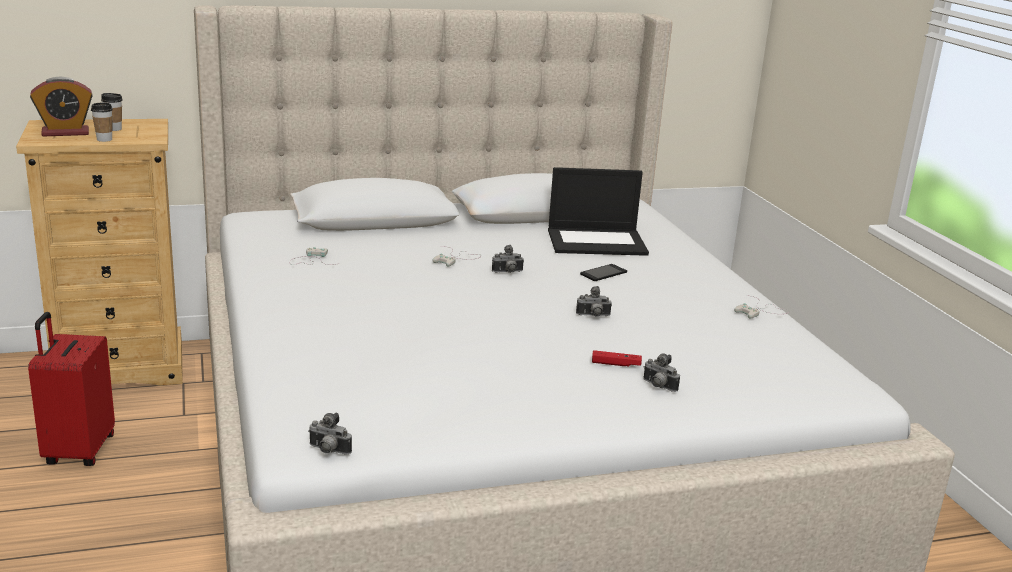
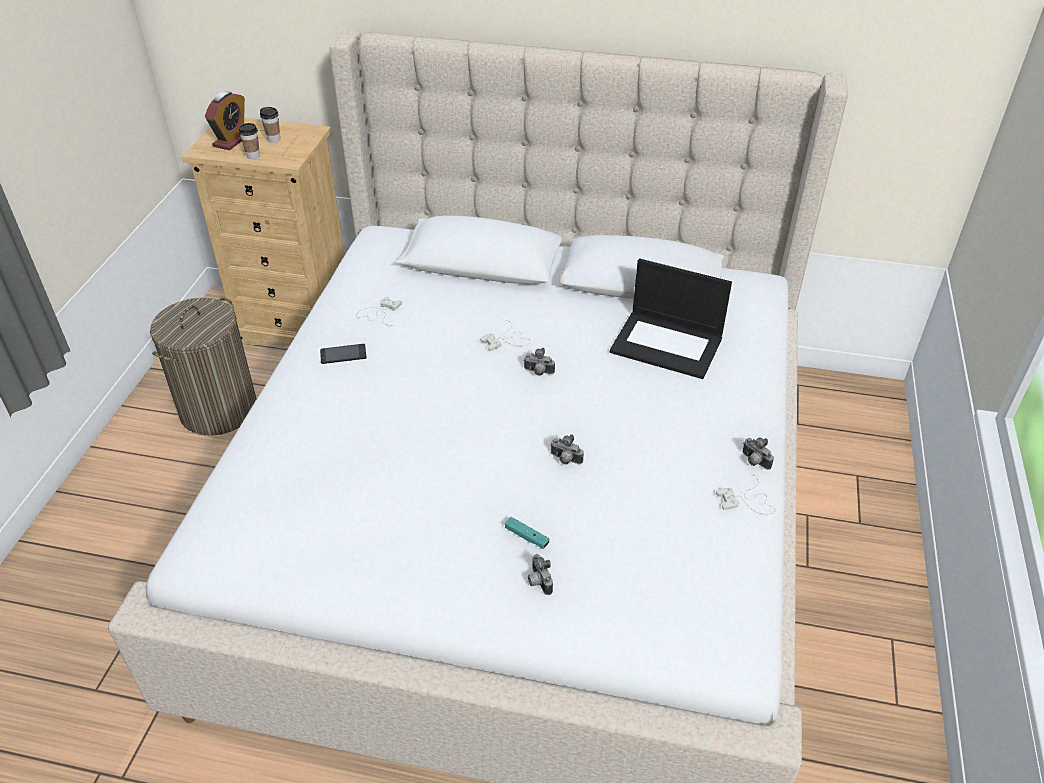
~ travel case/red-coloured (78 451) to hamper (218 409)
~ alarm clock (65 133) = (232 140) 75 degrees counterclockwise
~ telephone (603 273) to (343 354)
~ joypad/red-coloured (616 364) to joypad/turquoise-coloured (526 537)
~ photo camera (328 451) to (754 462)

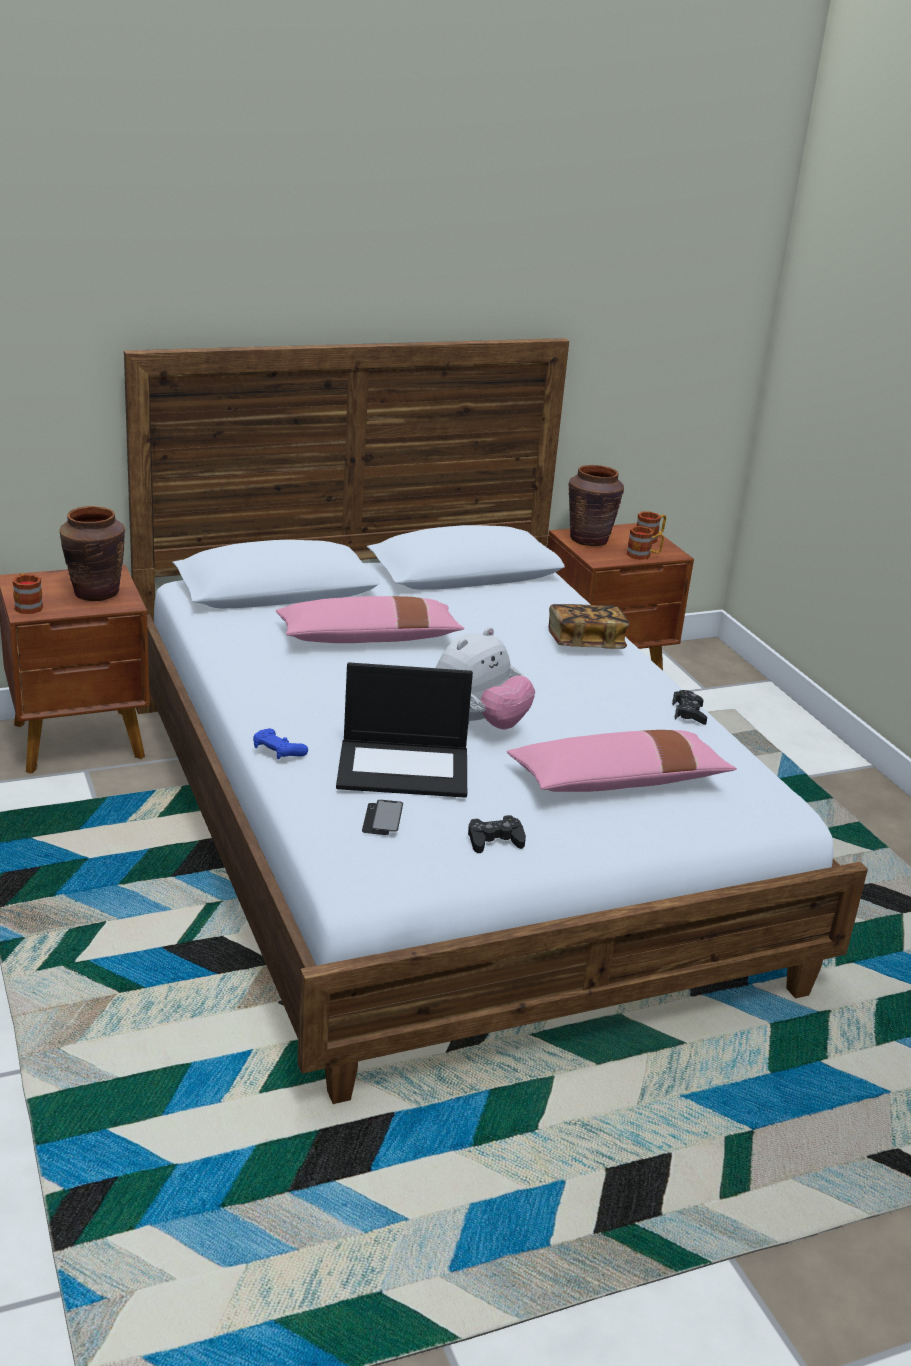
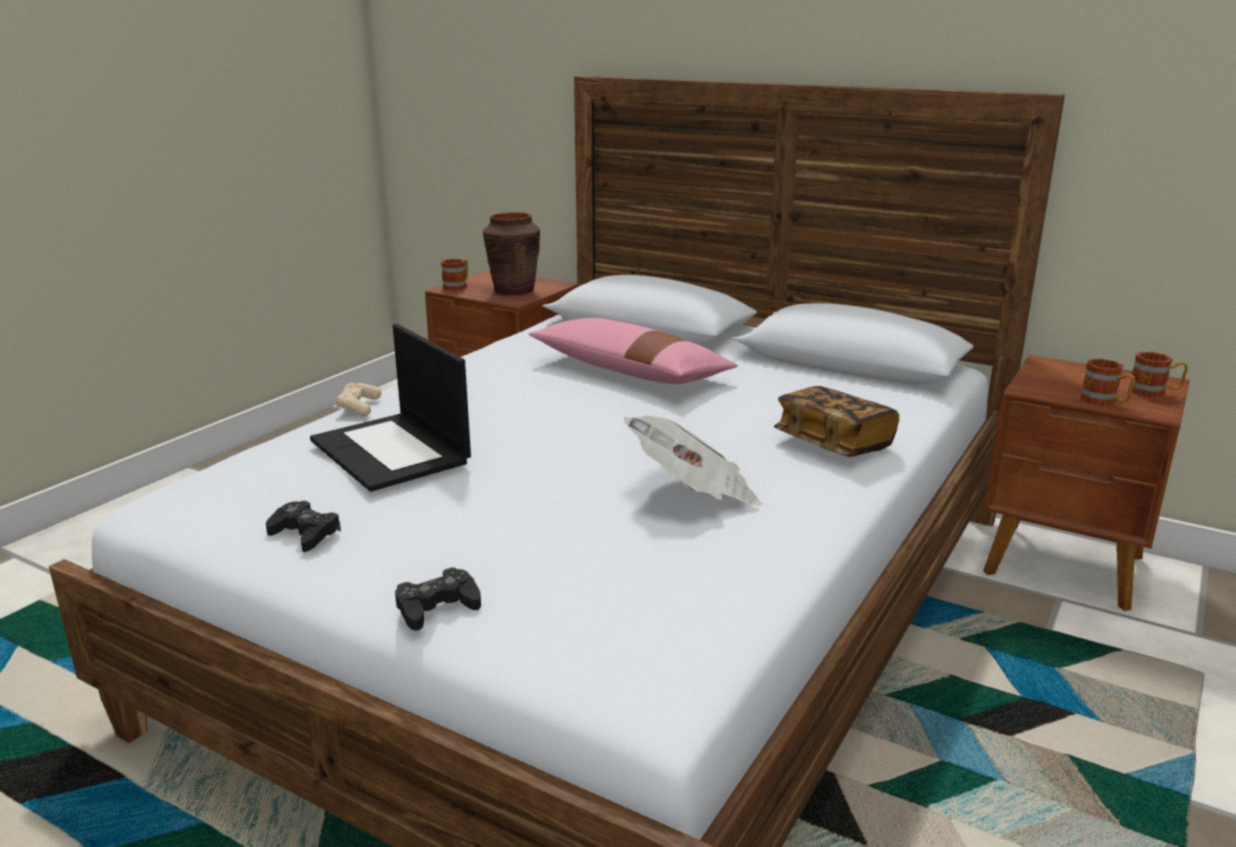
~ joypad/blue (278 751) to joypad/beige-coloured (359 407)
~ joypad/black-coloured (688 713) to (437 607)
+ printed paper (694 493)
- telephone (382 819)
- cuddly toy (478 724)
- pillow/pink (618 781)
- flower vase/brown (589 540)

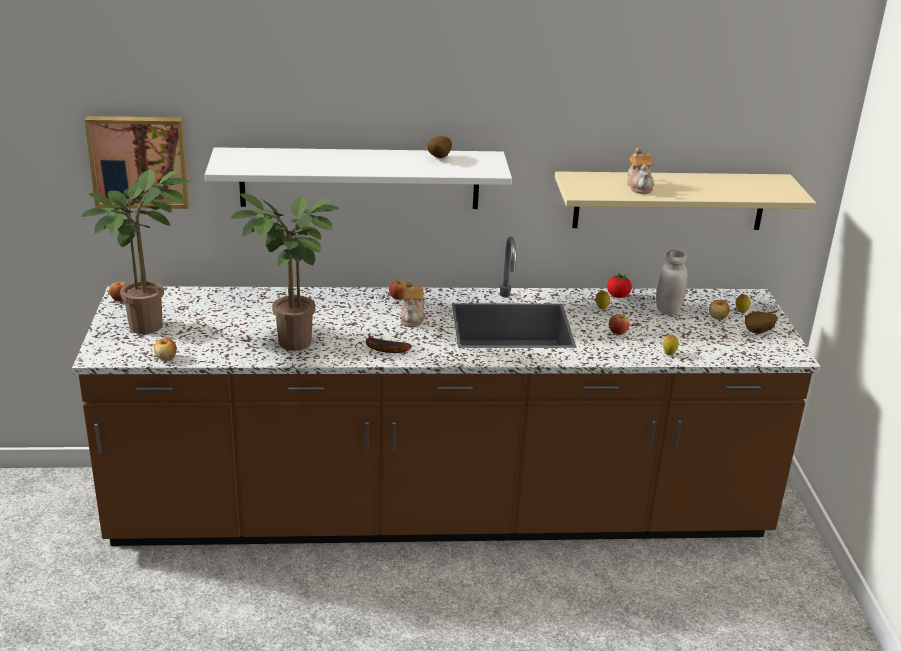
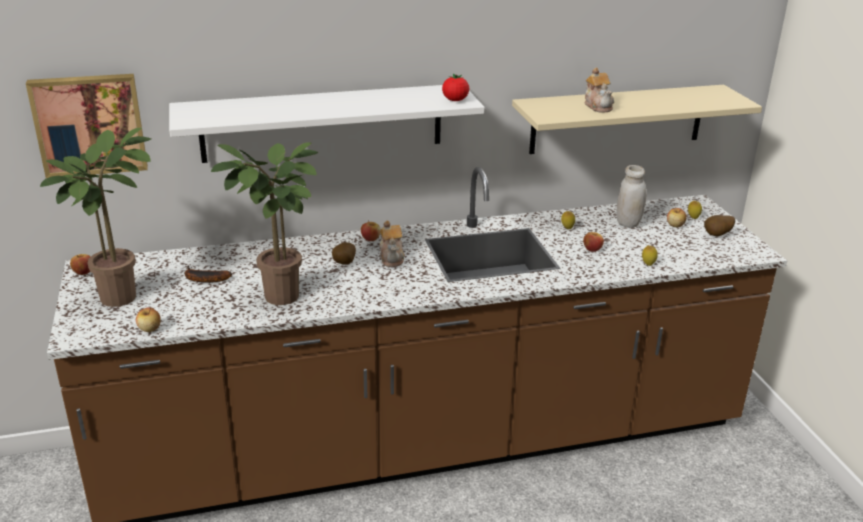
~ banana fruit (383 348) to (203 279)
~ spud (437 158) to (343 264)
~ tomato (618 296) to (455 100)

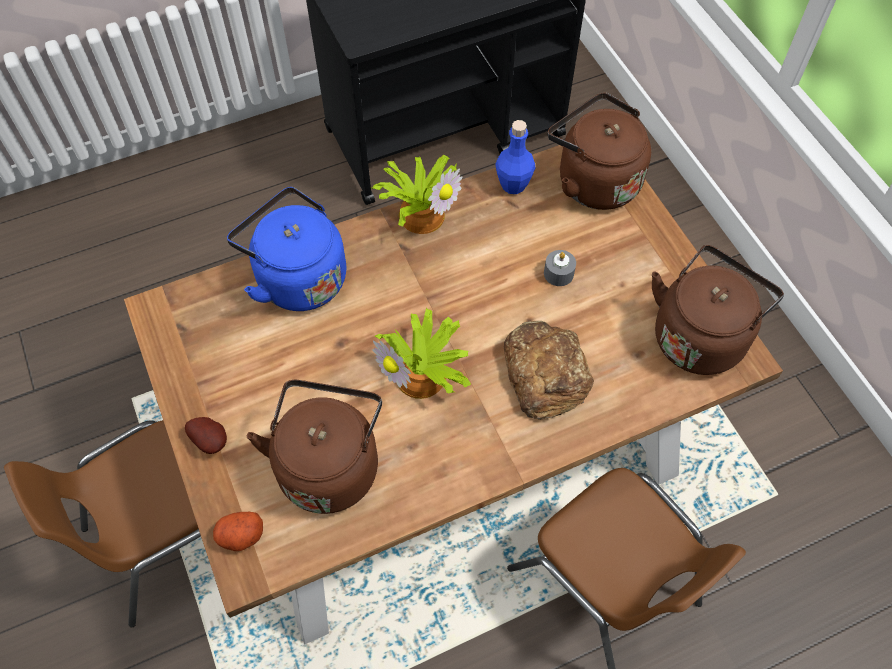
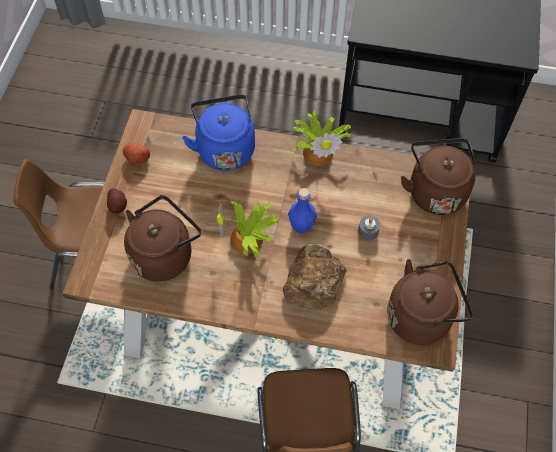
~ spud (240 536) to (136 158)
~ bottle/blue (513 185) to (301 225)

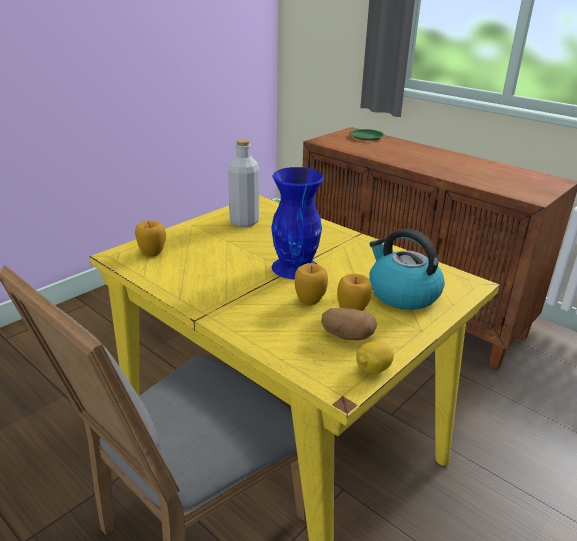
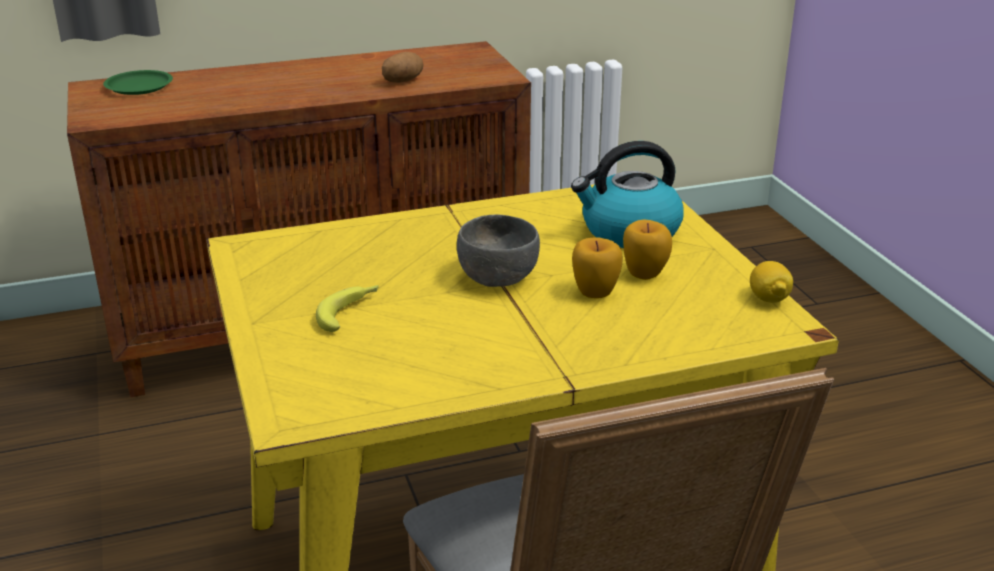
+ banana fruit (350 312)
~ spud (347 336) to (402 81)
~ flower vase/blue (296 267) to deep dish/gray (498 276)
- apple (152 253)
- bottle/gray (244 222)

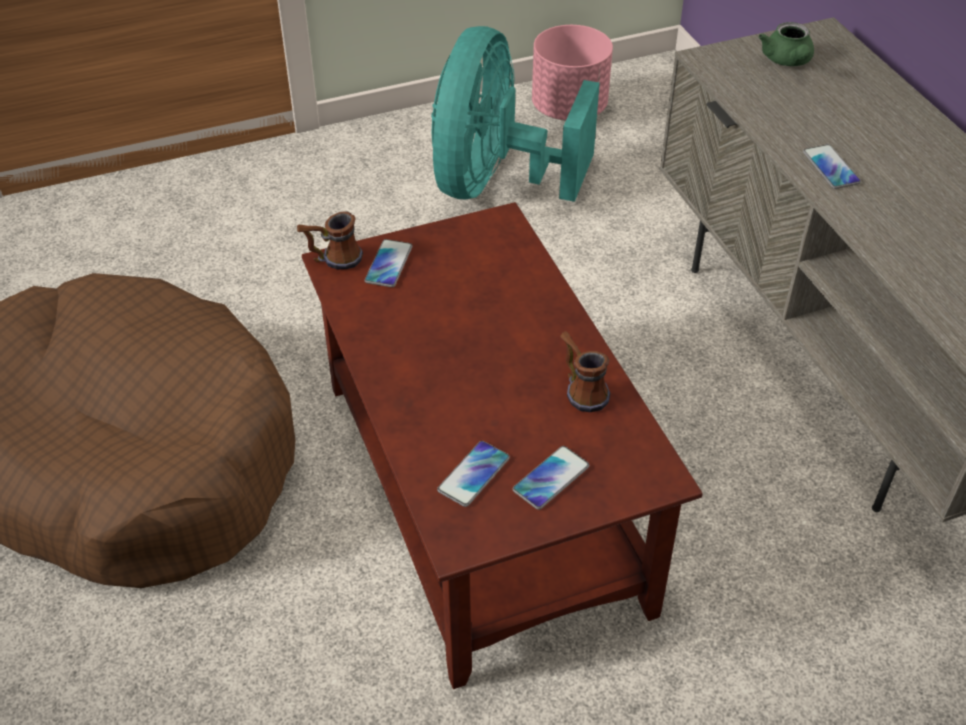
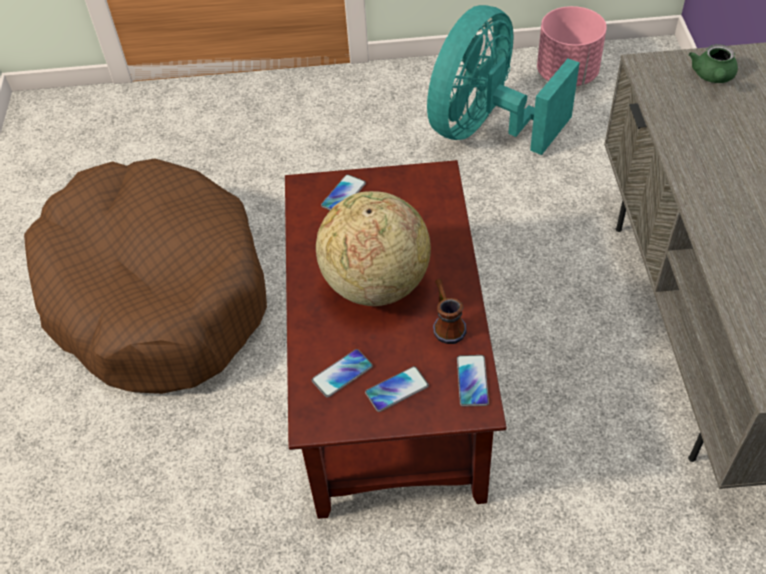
+ globe (375 284)
~ telephone (830 168) to (472 381)
- coffee mug (332 259)

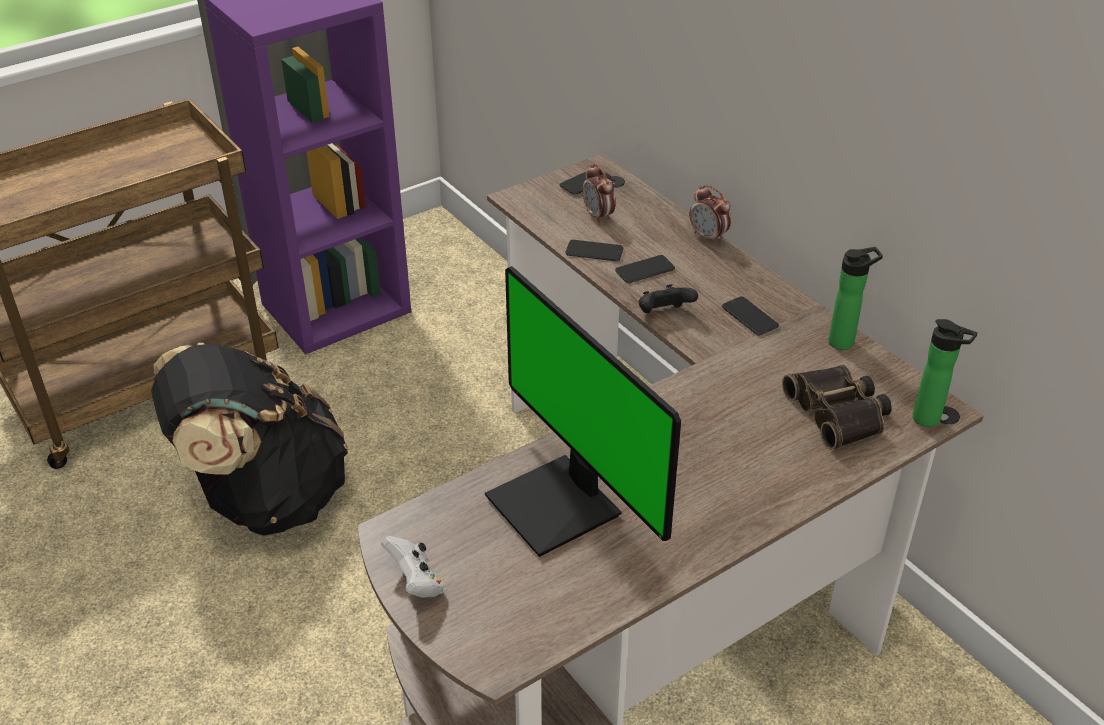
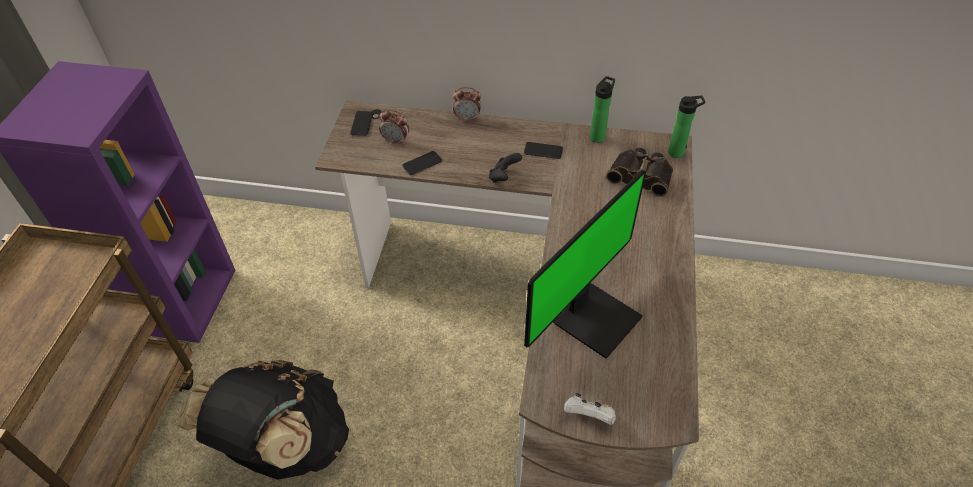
~ computer display (559 505) = (594 318) 60 degrees counterclockwise
- telephone (645 270)

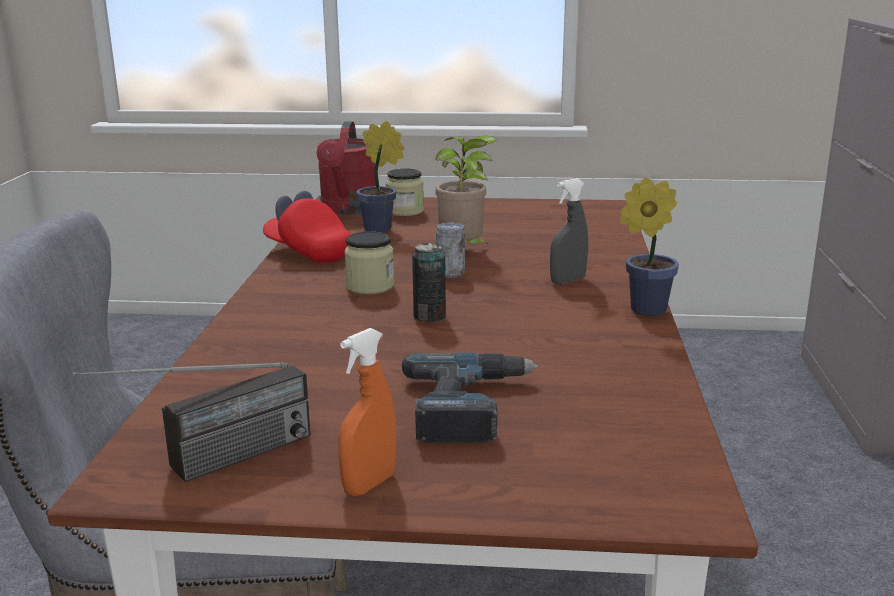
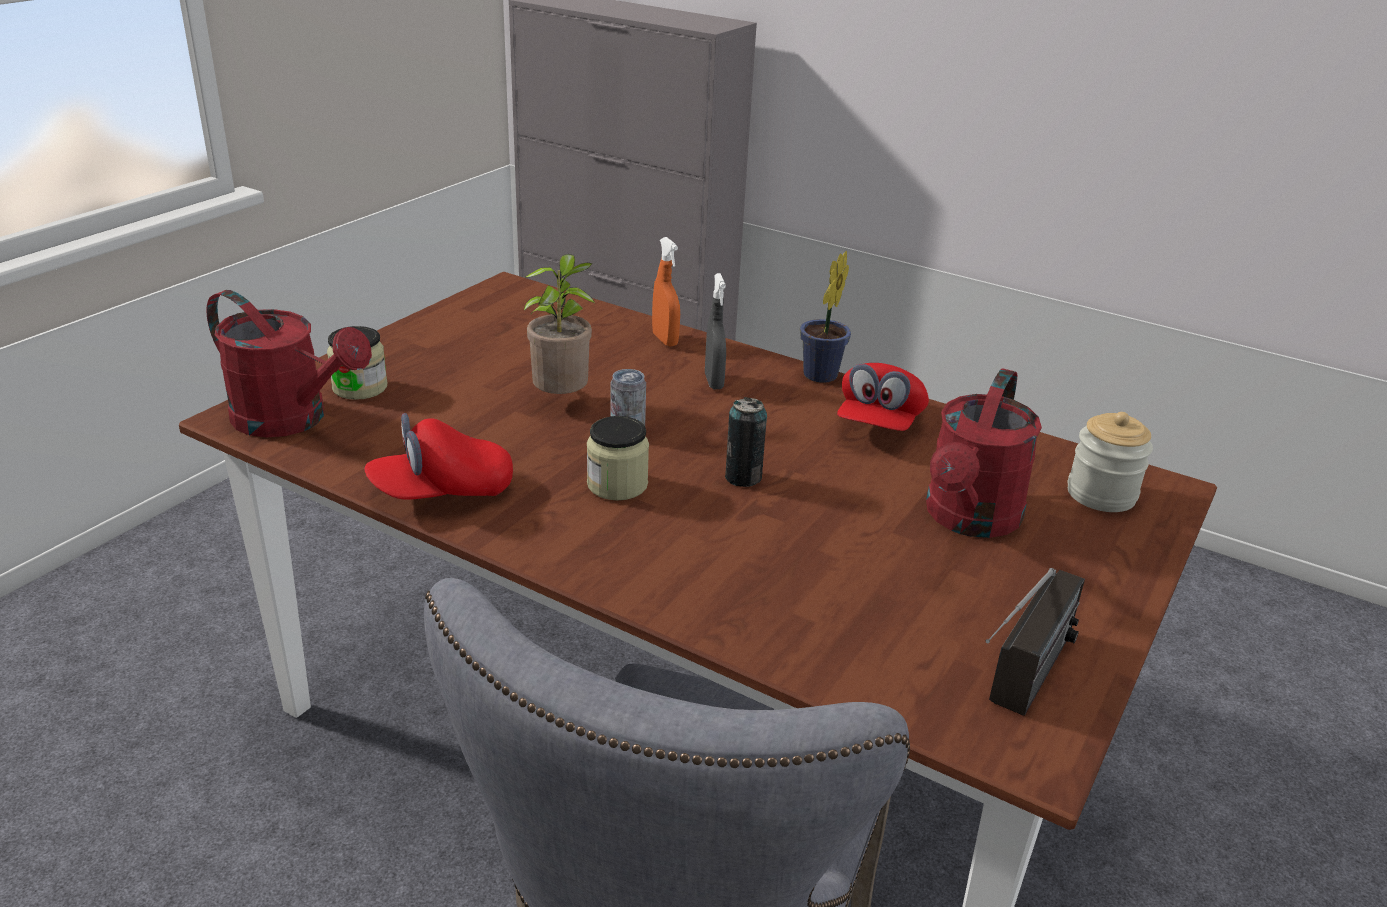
~ spray bottle/orangey (369 484) to (665 340)
+ baseball cap/red-coloured (879 424)
~ power drill (470 406) to sprinkling can/red-coloured (969 520)
~ radio (209 465) = (1022 691) 45 degrees clockwise
+ jar (1101 494)
- plant in a pot (381 229)

